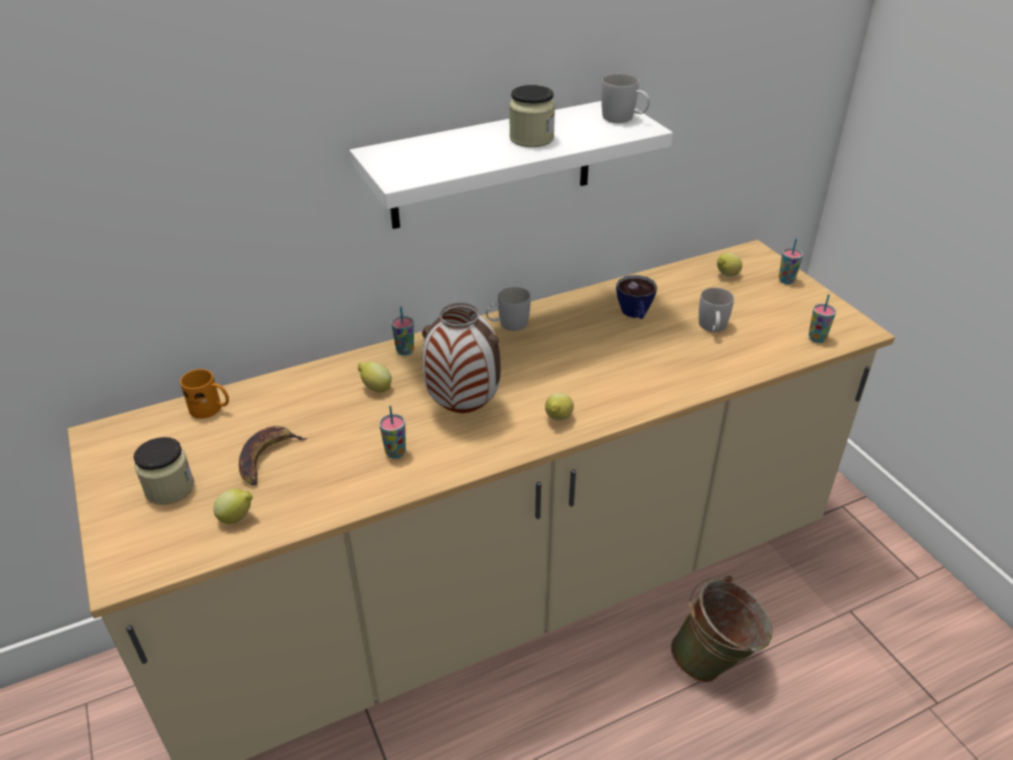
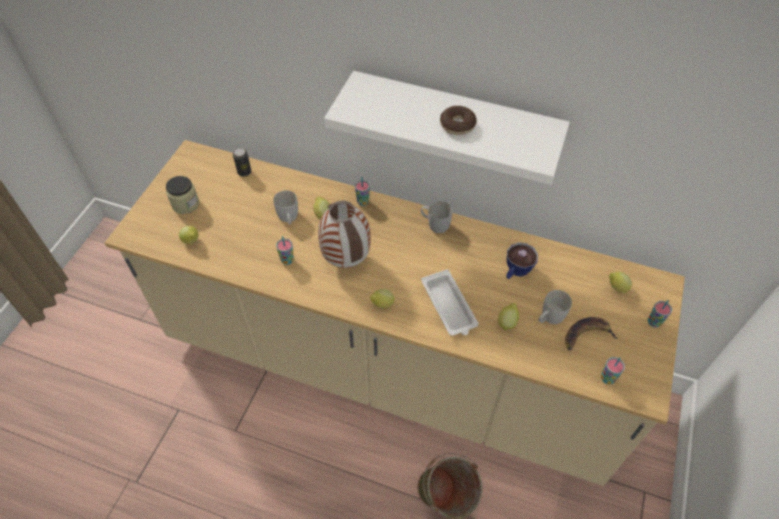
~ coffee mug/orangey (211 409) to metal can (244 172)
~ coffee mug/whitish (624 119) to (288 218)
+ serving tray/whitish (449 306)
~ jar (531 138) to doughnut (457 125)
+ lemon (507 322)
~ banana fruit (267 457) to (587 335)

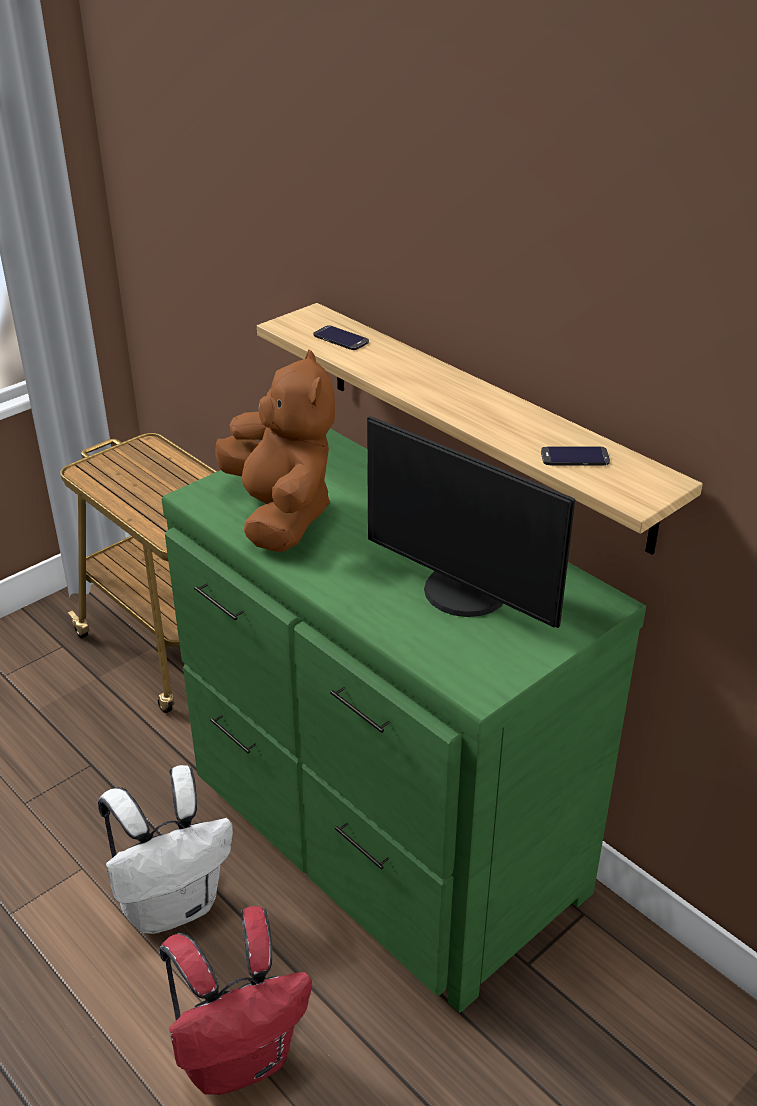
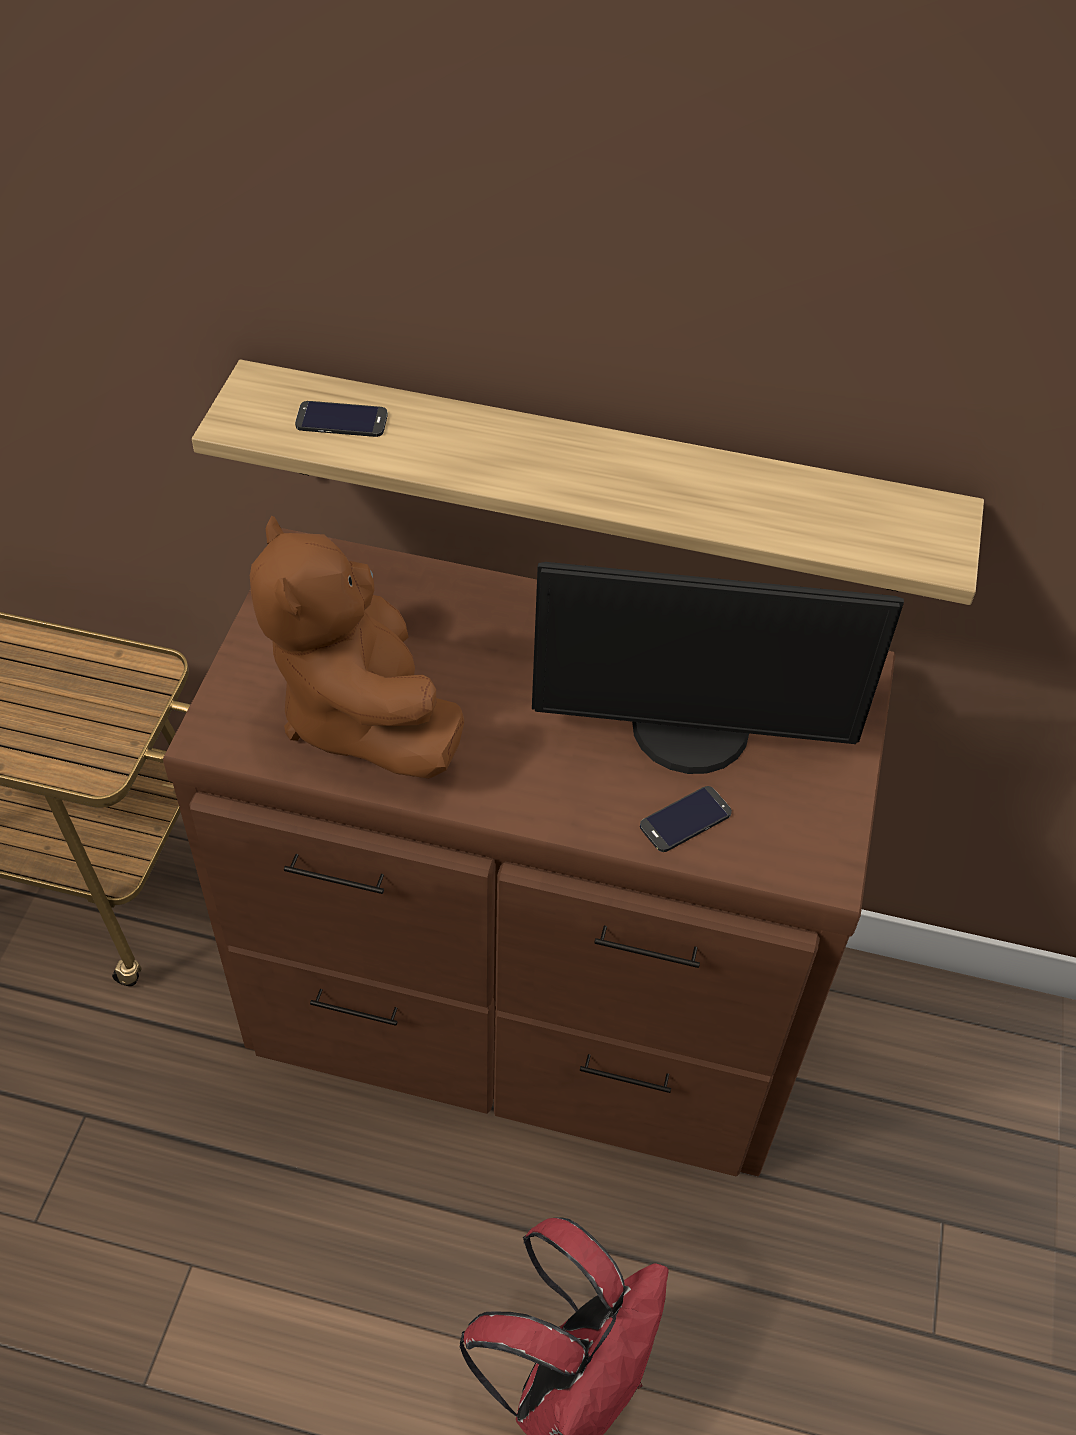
~ dresser/green (381 835) to dresser/brown (527 1008)
~ cuddly toy/brown (280 515) = (361 714) 150 degrees counterclockwise
~ telephone (574 457) to (685 819)
- knapsack/whitish (173 904)

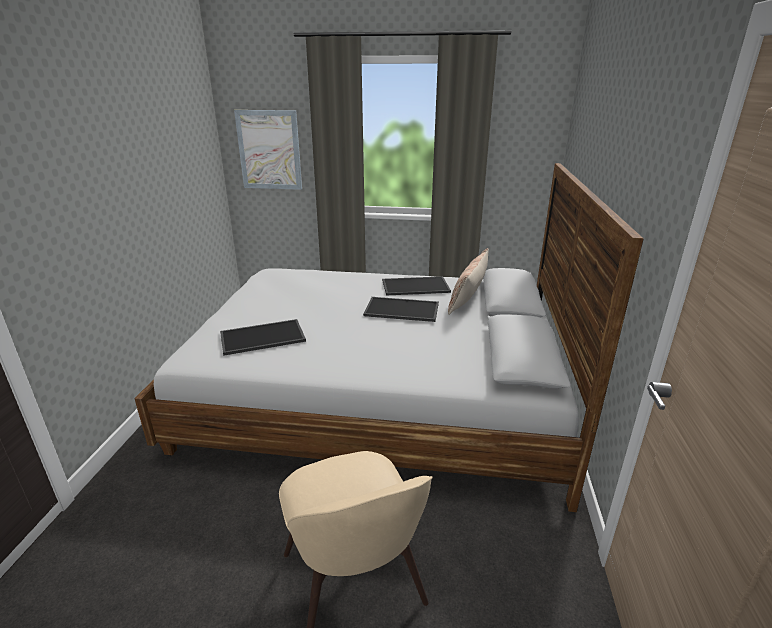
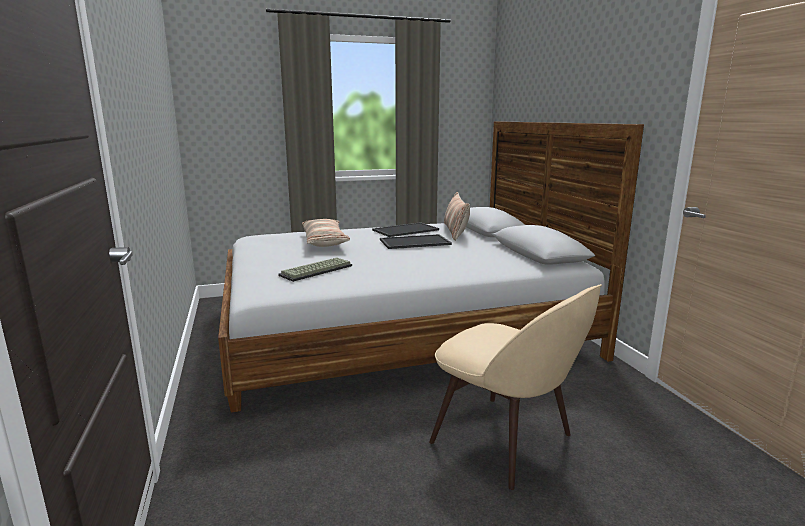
~ serving tray (262 338) to PC keyboard (316 271)
+ pillow (324 241)
- wall art (269 150)

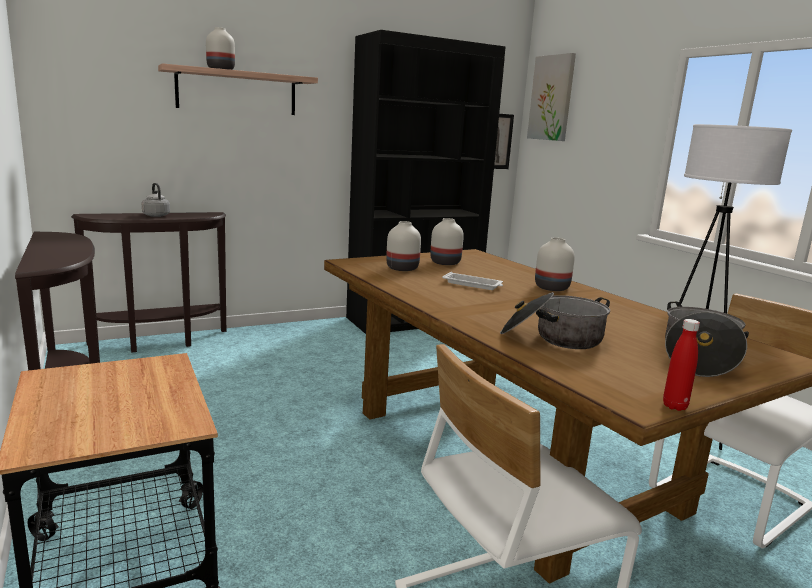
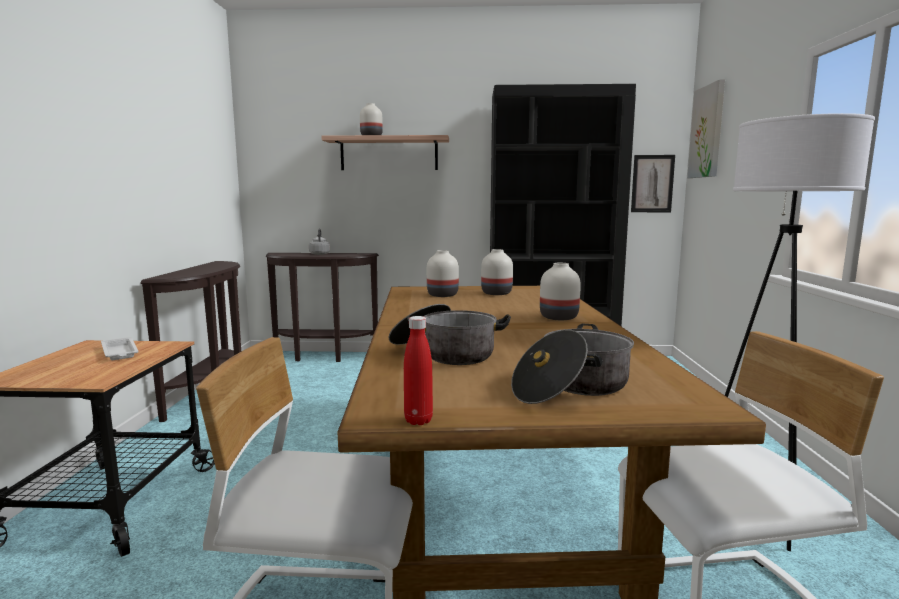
~ serving tray/whitish (473 284) to (120 352)

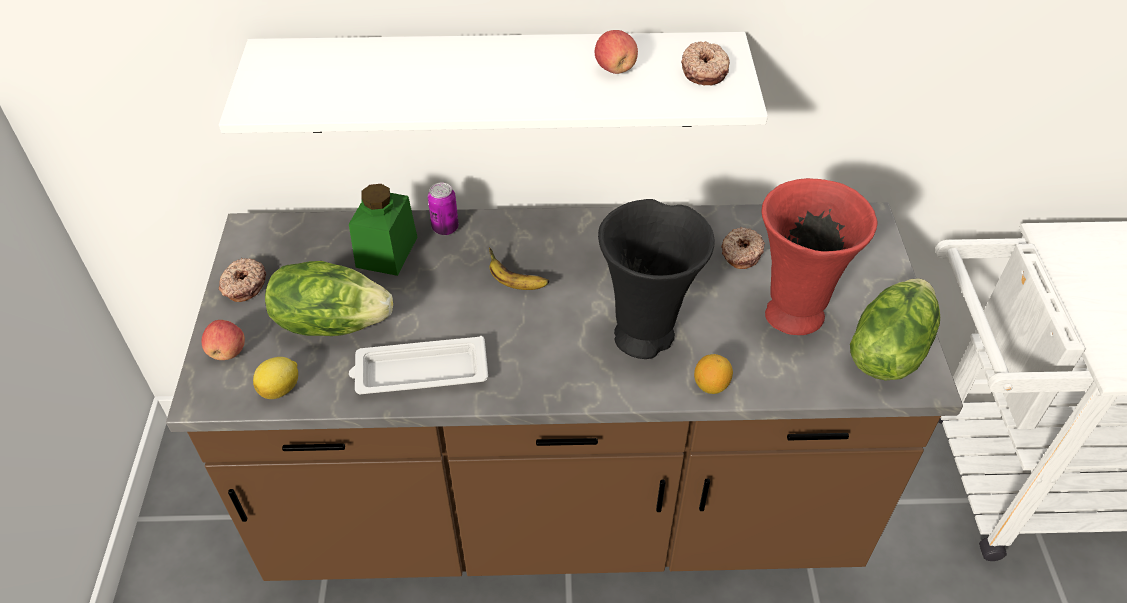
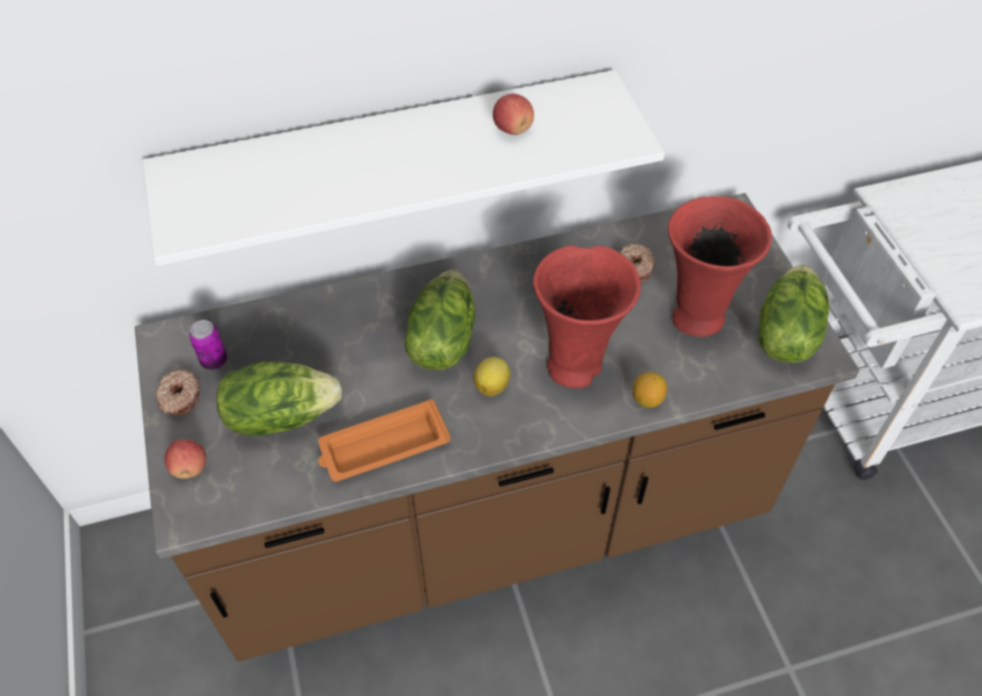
~ metal can (445 228) to (214 360)
~ serving tray/whitish (419 372) to serving tray/orangey (382 446)
~ banana fruit (515 284) to head of lettuce (441 340)
~ lemon (281 388) to (492 385)
~ flower vase/black-coloured (646 337) to flower vase/red-coloured (577 366)
- jar/green (387 252)
- doughnut (705 71)

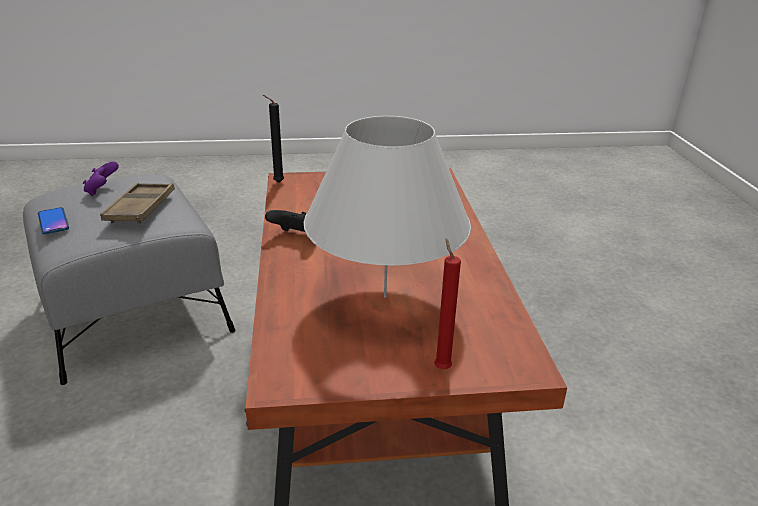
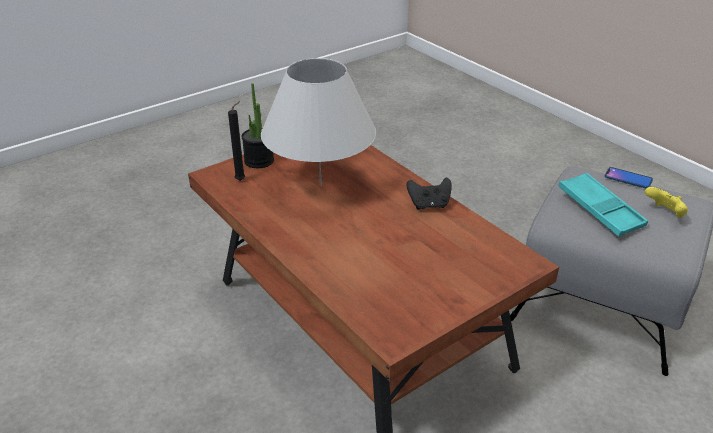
~ wax light/black-coloured (277 182) to (242 180)
~ wax light/red-coloured (441 367) to plant in a pot (259 161)
~ serving tray/brown (141 208) to serving tray/turquoise-coloured (600 209)
~ joypad/purple (102 191) to joypad/yellow-coloured (664 213)

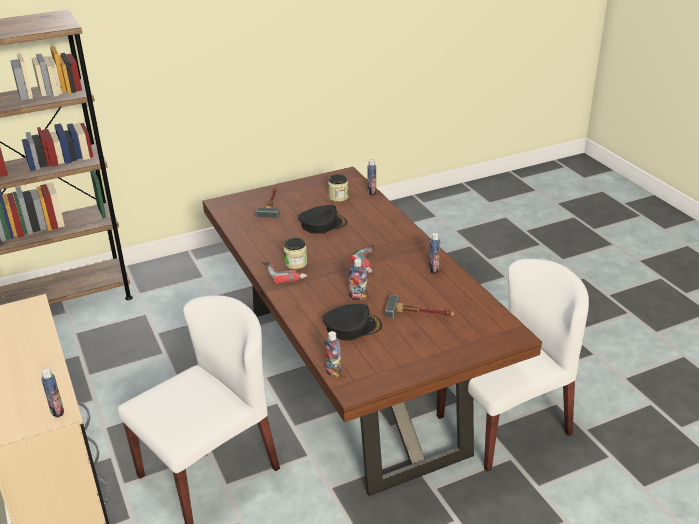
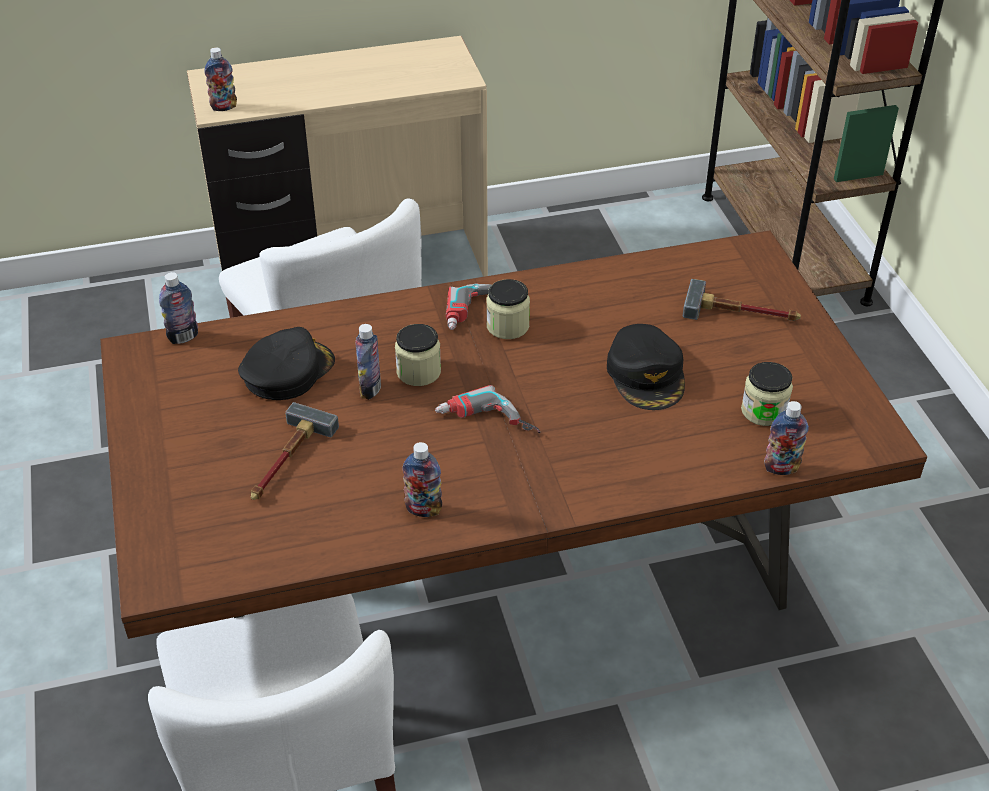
~ baseball cap/black-coloured (352 326) = (287 371) 135 degrees counterclockwise
+ jar (418 372)

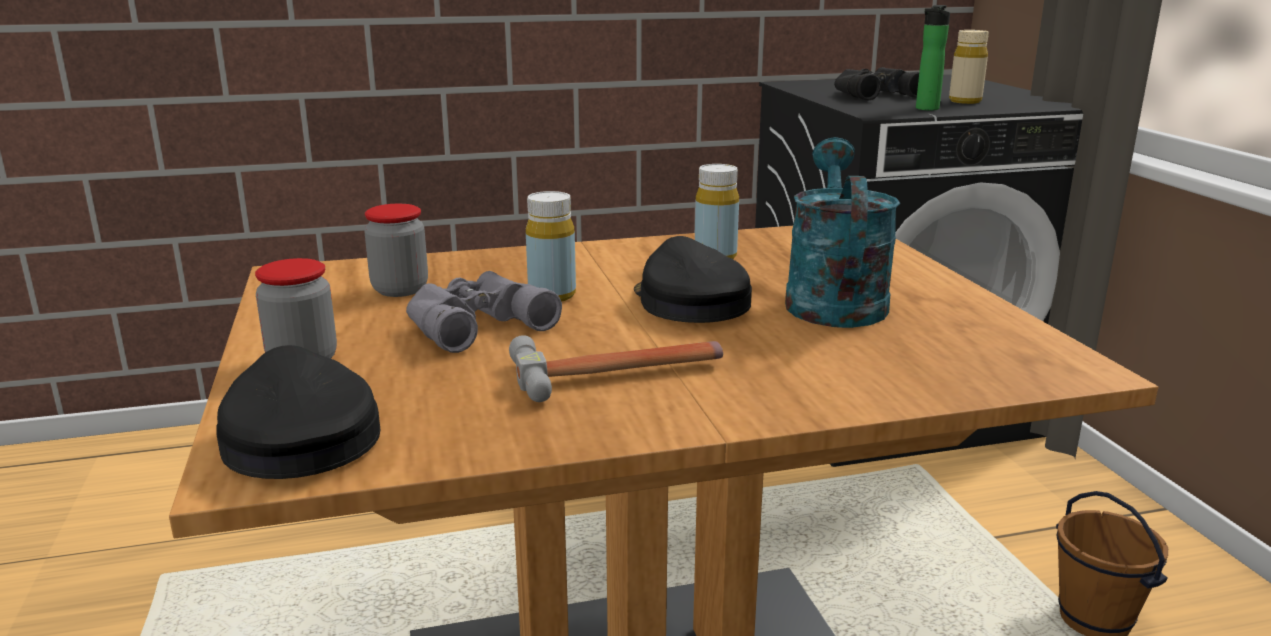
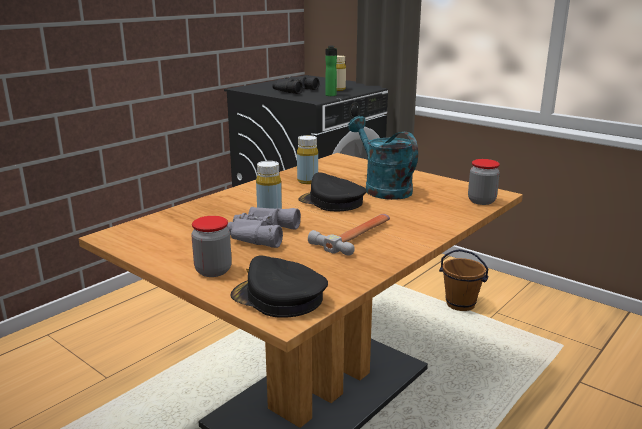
~ jar (400 289) to (481 201)

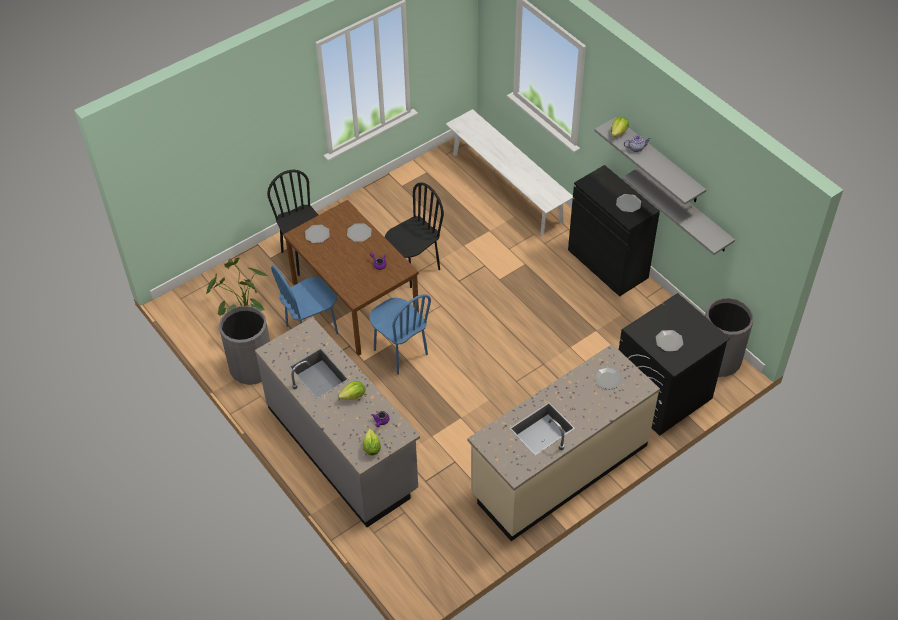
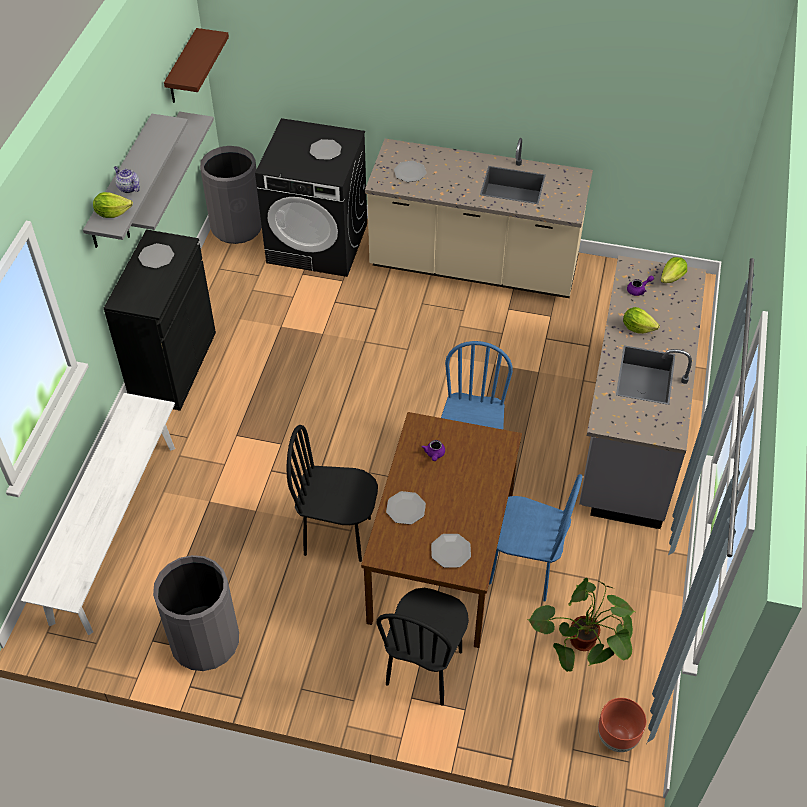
~ waste bin/gray (252 367) to (205 641)
+ bracket shelf/brown (182 68)
+ planter/brown (617 737)

